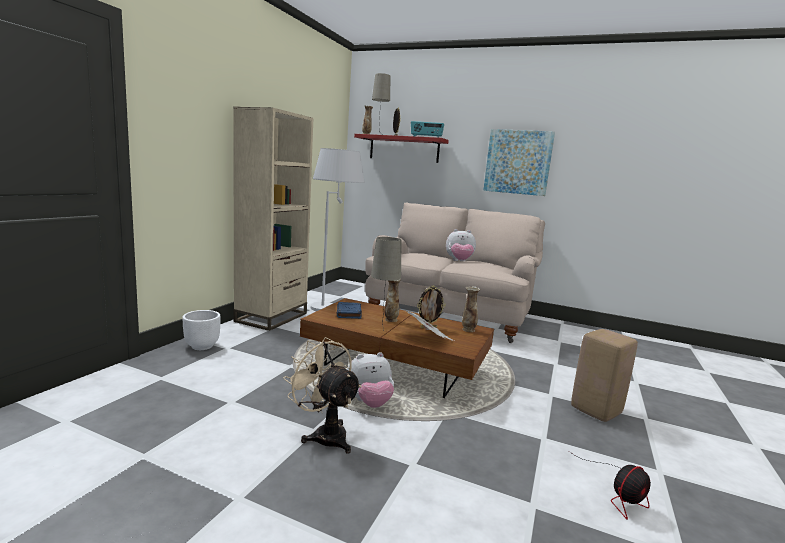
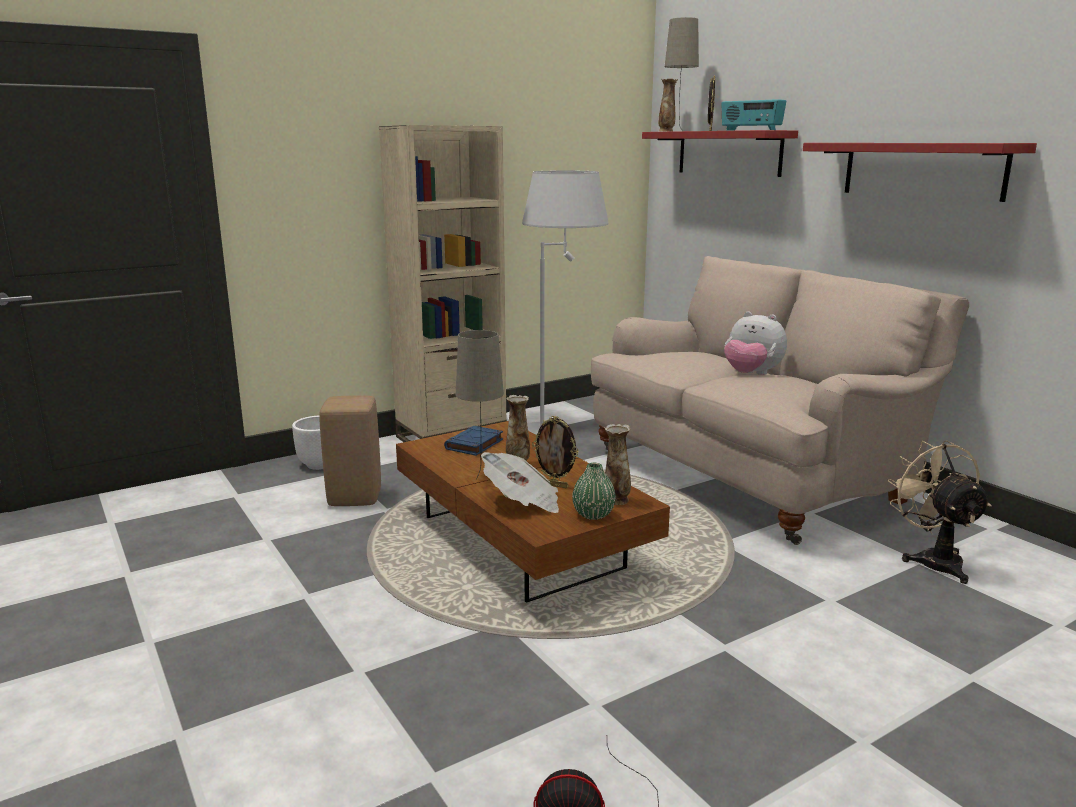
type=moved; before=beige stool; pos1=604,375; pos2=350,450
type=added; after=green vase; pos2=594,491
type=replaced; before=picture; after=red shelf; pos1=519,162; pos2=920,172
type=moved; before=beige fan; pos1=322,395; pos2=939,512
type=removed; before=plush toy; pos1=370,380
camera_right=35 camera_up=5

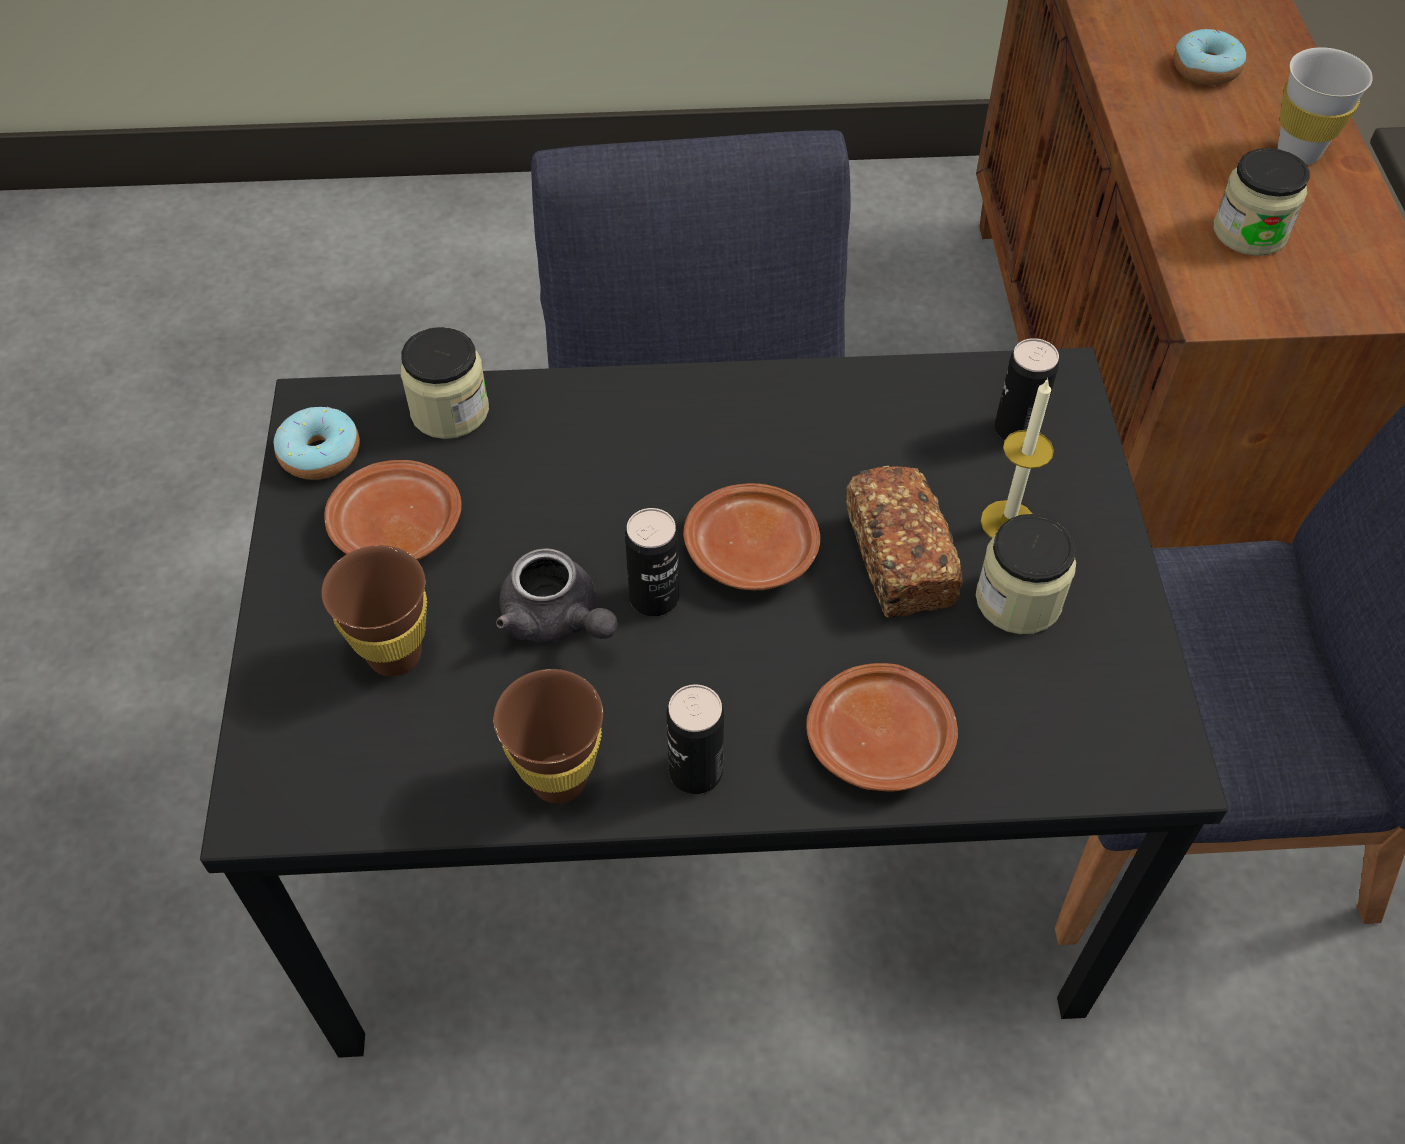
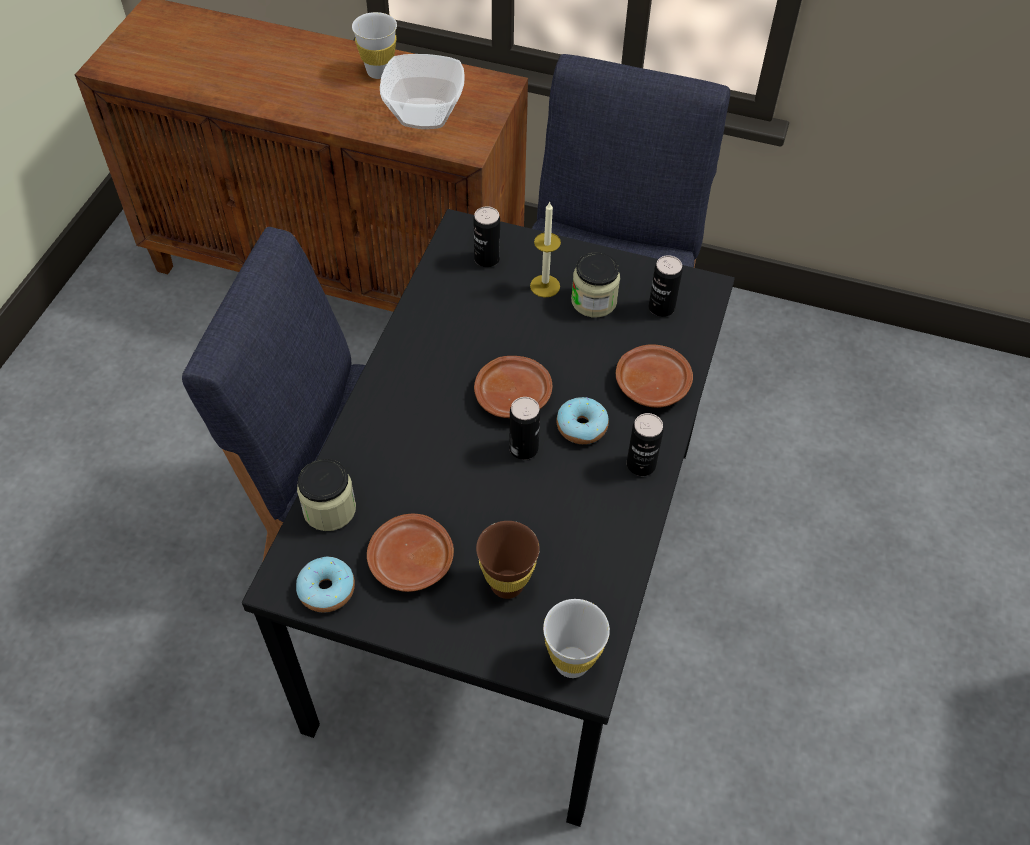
type=replaced; before=jar; after=bowl; pos1=1261,202; pos2=422,91
type=added; after=white cup; pos2=576,638
type=moved; before=donut; pos1=1210,57; pos2=582,420
type=added; after=can; pos2=666,286
type=removed; before=brown cup; pos1=548,736
type=removed; before=grey teapot; pos1=557,595
type=removed; before=bread; pos1=904,542
camera_right=-70 camera_up=0

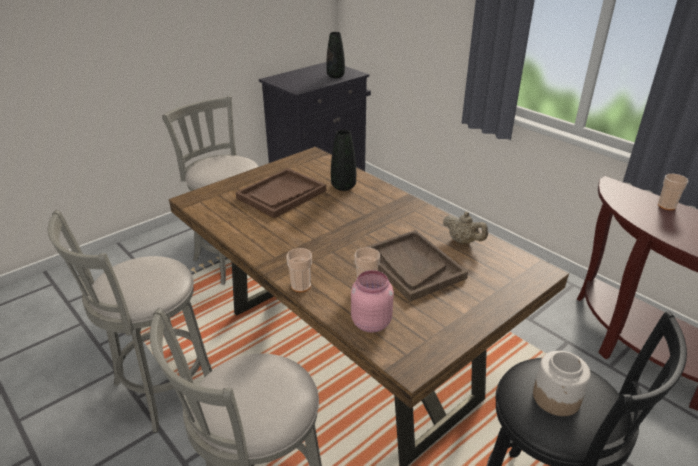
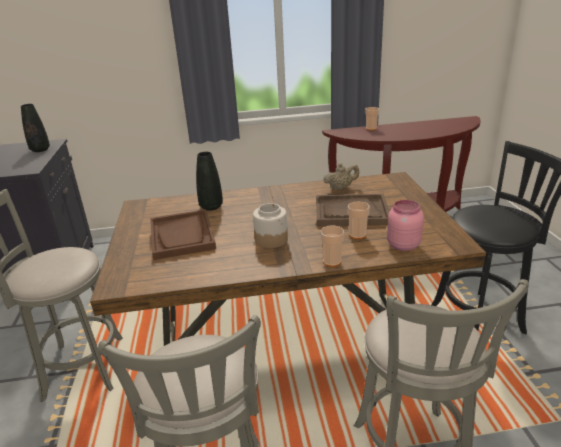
type=moved; before=jar; pos1=562,383; pos2=270,225
camera_right=-55 camera_up=-5

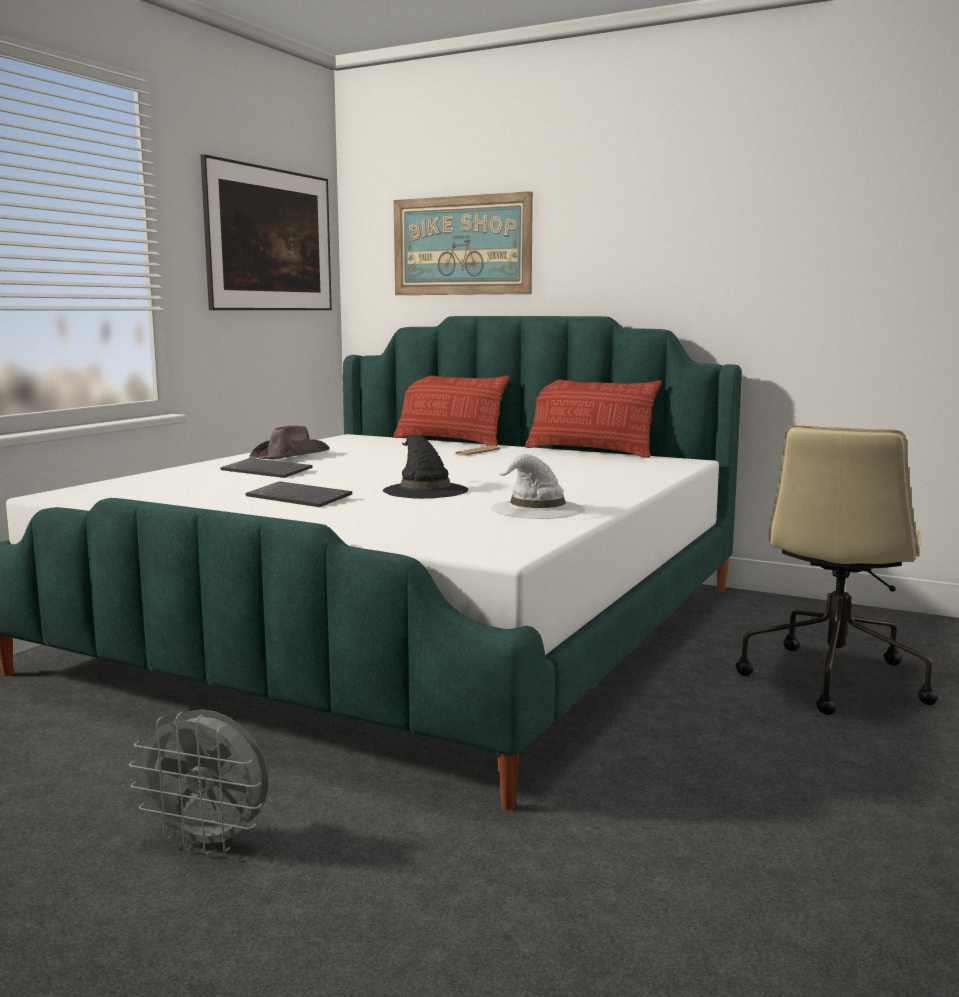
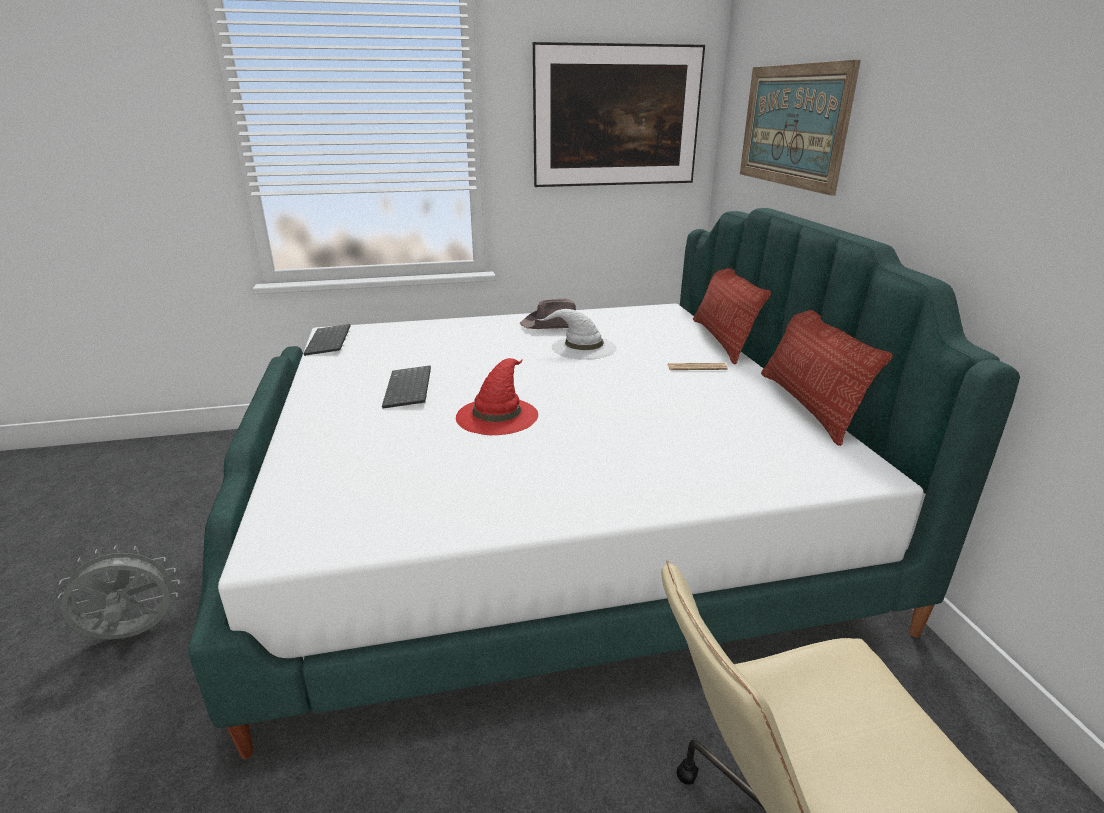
type=turned; before=grey fan; pos1=199,782; pos2=119,592; turn=90
type=moved; before=keyboard; pos1=266,468; pos2=326,340
type=recoloured; before=black hat; after=red hat; pos1=425,467; pos2=497,396
type=moved; before=white hat; pos1=538,486; pos2=576,334
camera_right=50 camera_up=15

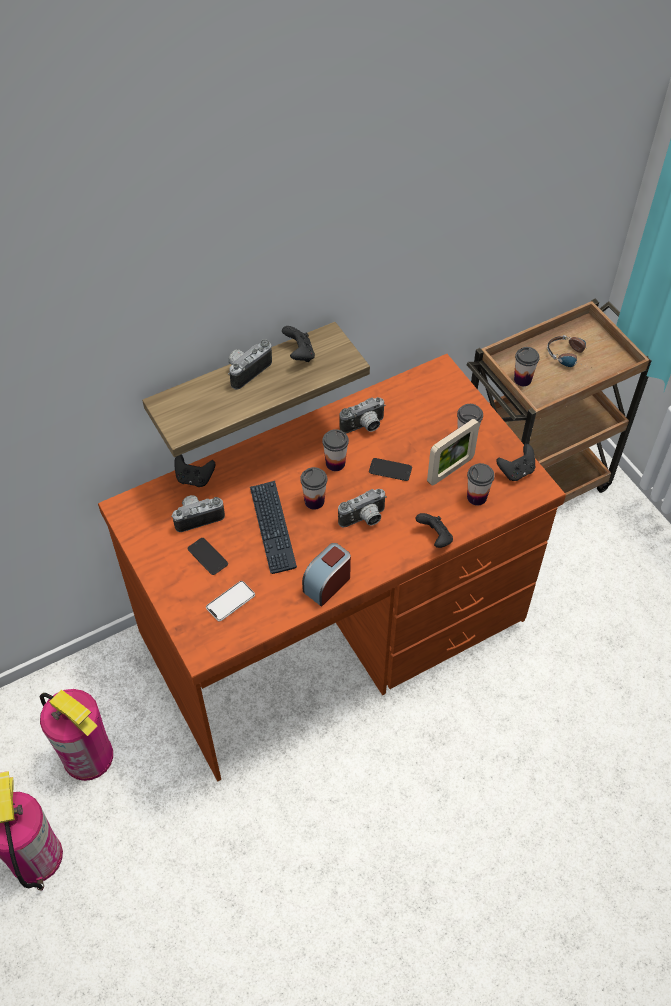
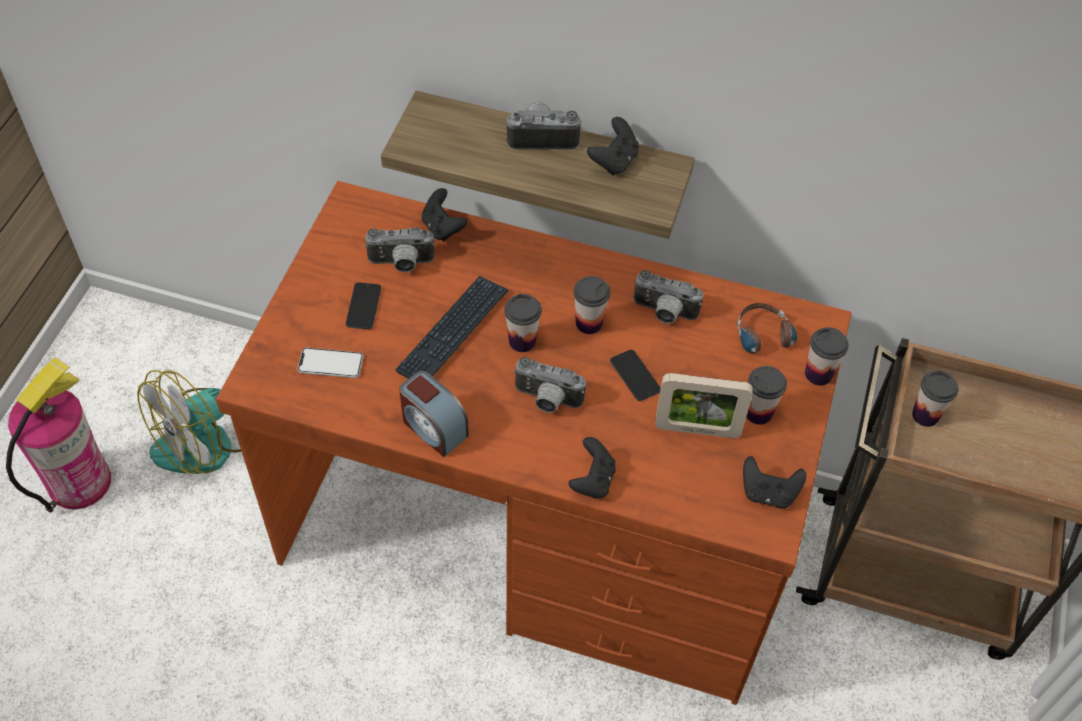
type=replaced; before=fire extinguisher; after=fan; pos1=76,735; pos2=189,422
type=turned; before=photo camera; pos1=198,513; pos2=400,250; turn=150
type=turned; before=alarm clock; pos1=326,575; pos2=434,414; turn=-135
type=moved; before=headphones; pos1=566,351; pos2=767,333
type=moved; before=cup; pos1=481,484; pos2=827,356
camera_right=45 camera_up=0

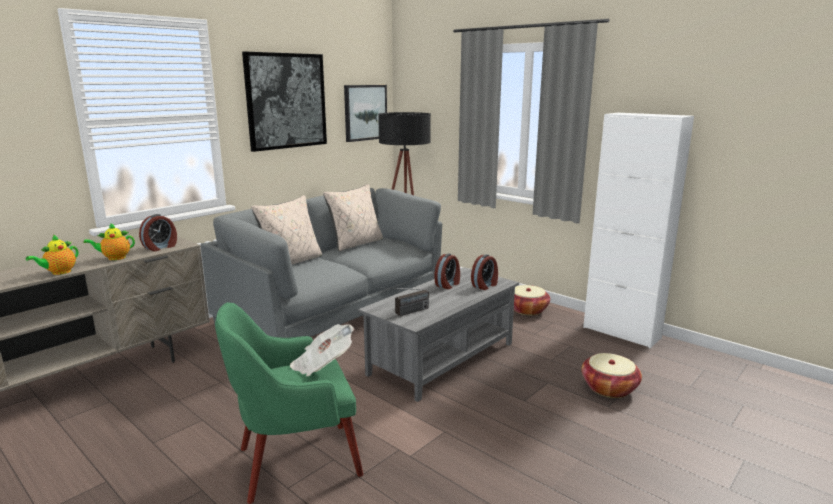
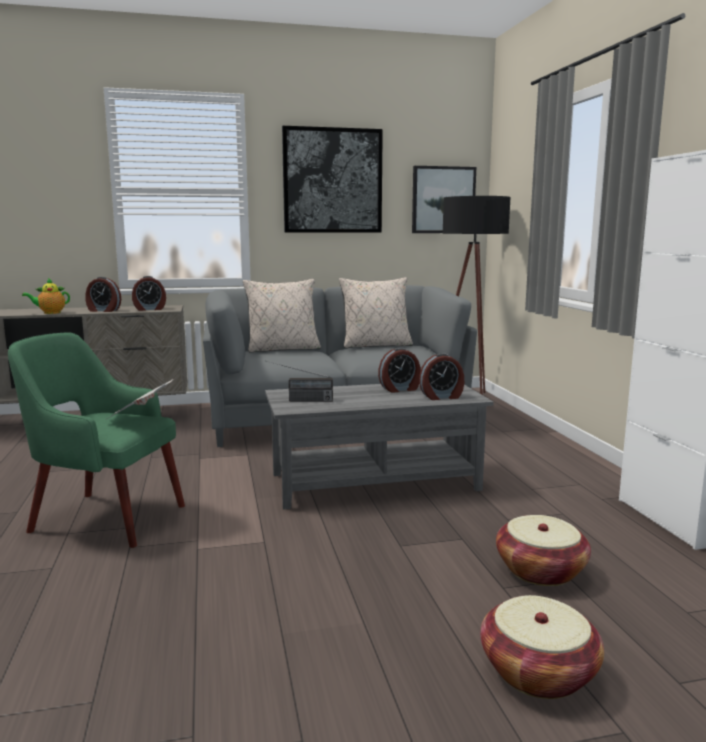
type=replaced; before=teapot; after=alarm clock; pos1=109,241; pos2=103,294
type=moved; before=basket; pos1=532,300; pos2=542,647
camera_right=35 camera_up=-5

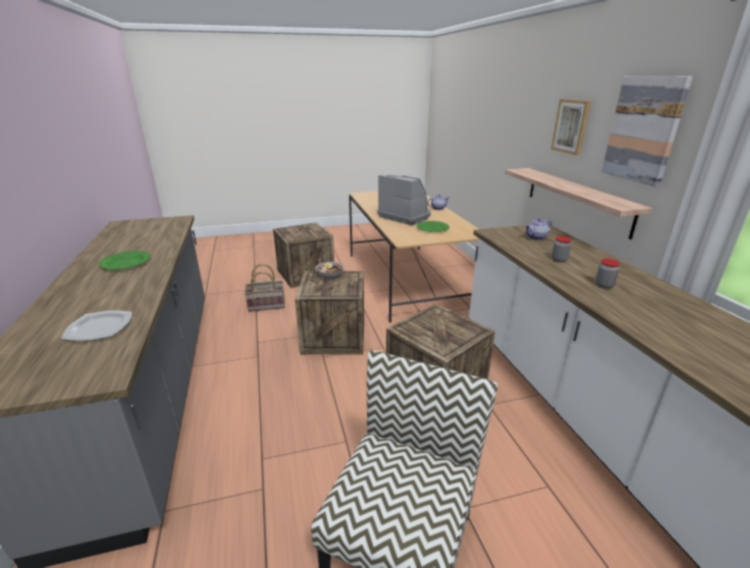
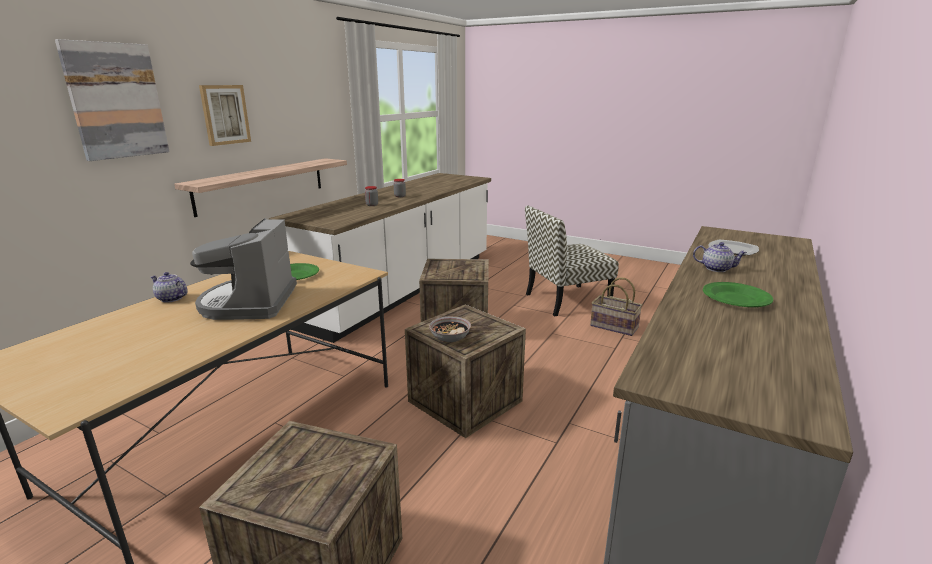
type=moved; before=picture; pos1=647,131; pos2=112,100
type=moved; before=basket; pos1=264,288; pos2=616,306
type=moved; before=teapot; pos1=538,229; pos2=720,257
camera_right=-135 camera_up=-5

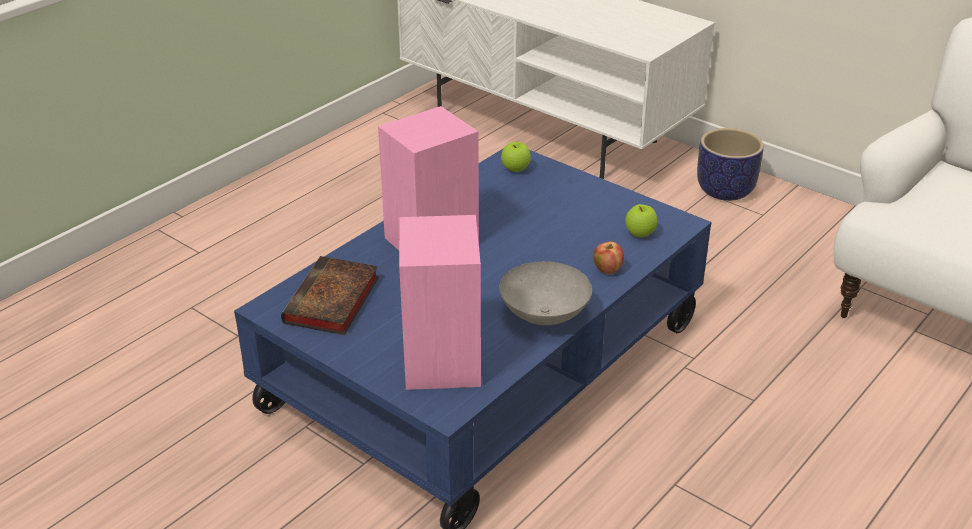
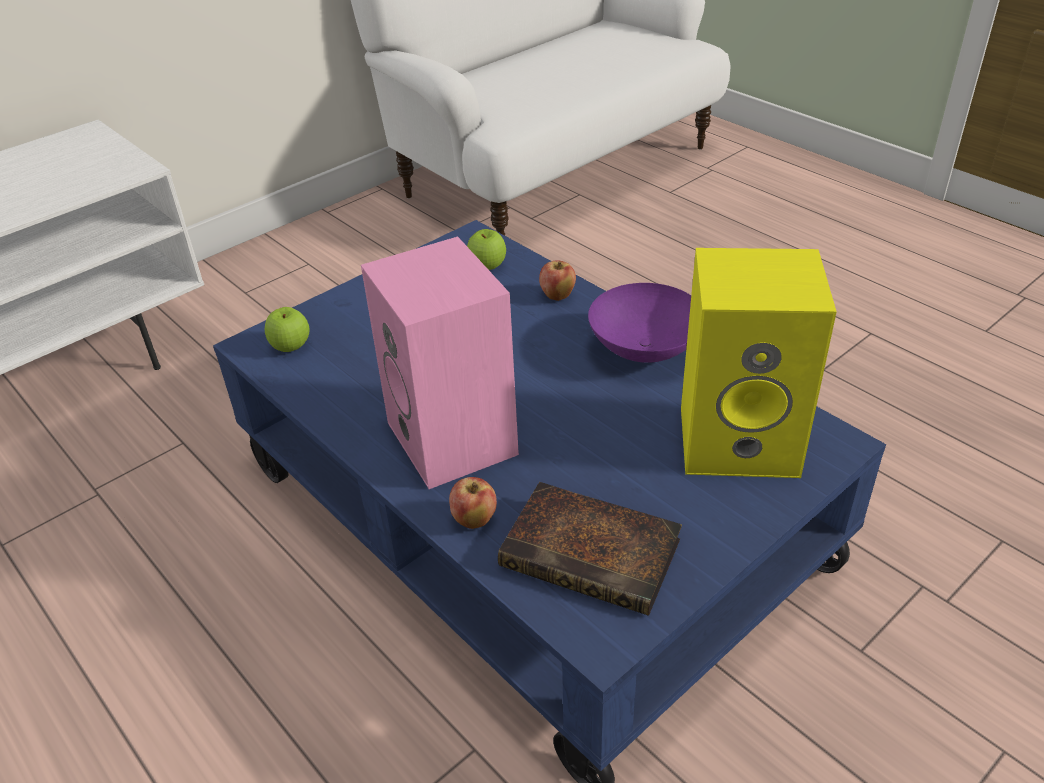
type=added; after=apple; pos2=473,503
type=recoloured; before=grey bowl; after=purple bowl; pos1=545,293; pos2=639,323
type=recoloured; before=pink speaker; after=yellow speaker; pos1=440,302; pos2=759,363
type=removed; before=planter; pos1=730,164
camera_right=-80 camera_up=5

